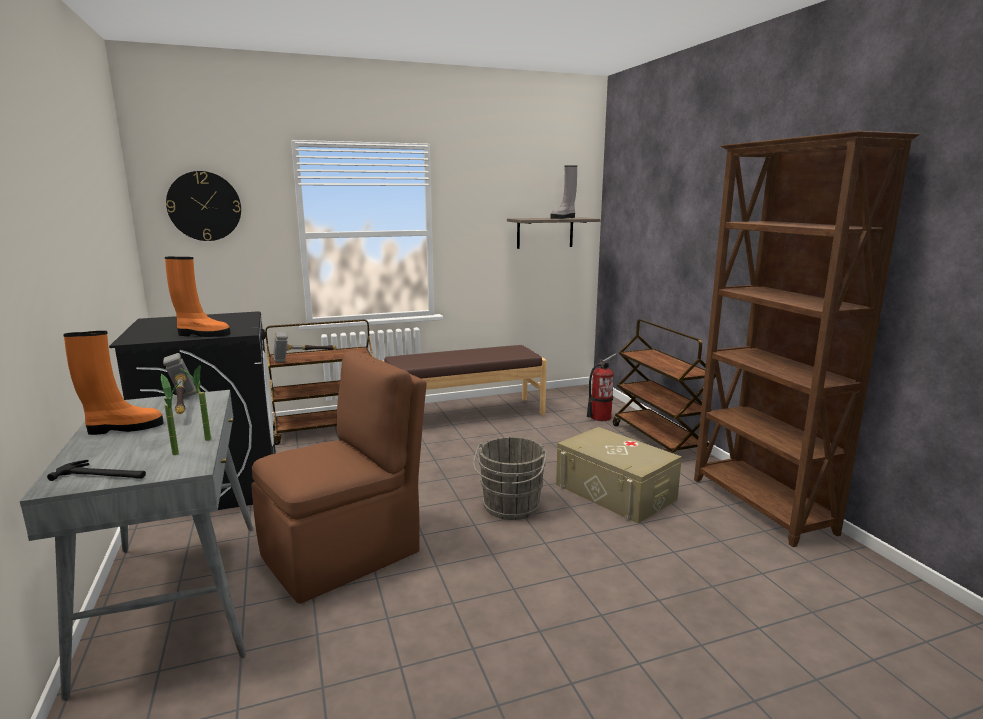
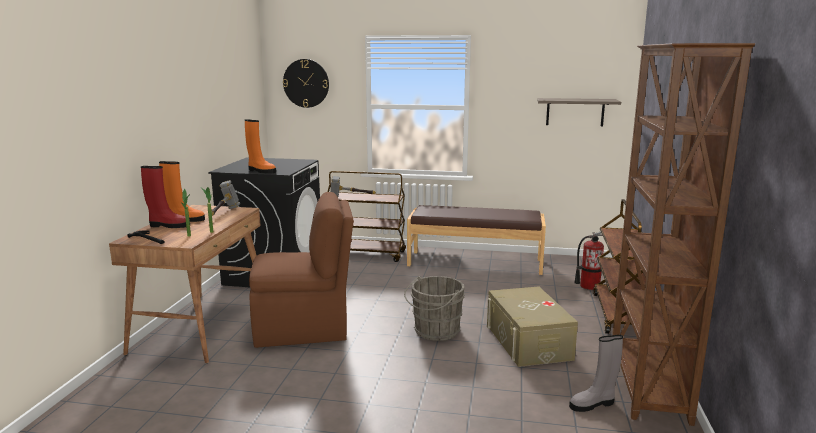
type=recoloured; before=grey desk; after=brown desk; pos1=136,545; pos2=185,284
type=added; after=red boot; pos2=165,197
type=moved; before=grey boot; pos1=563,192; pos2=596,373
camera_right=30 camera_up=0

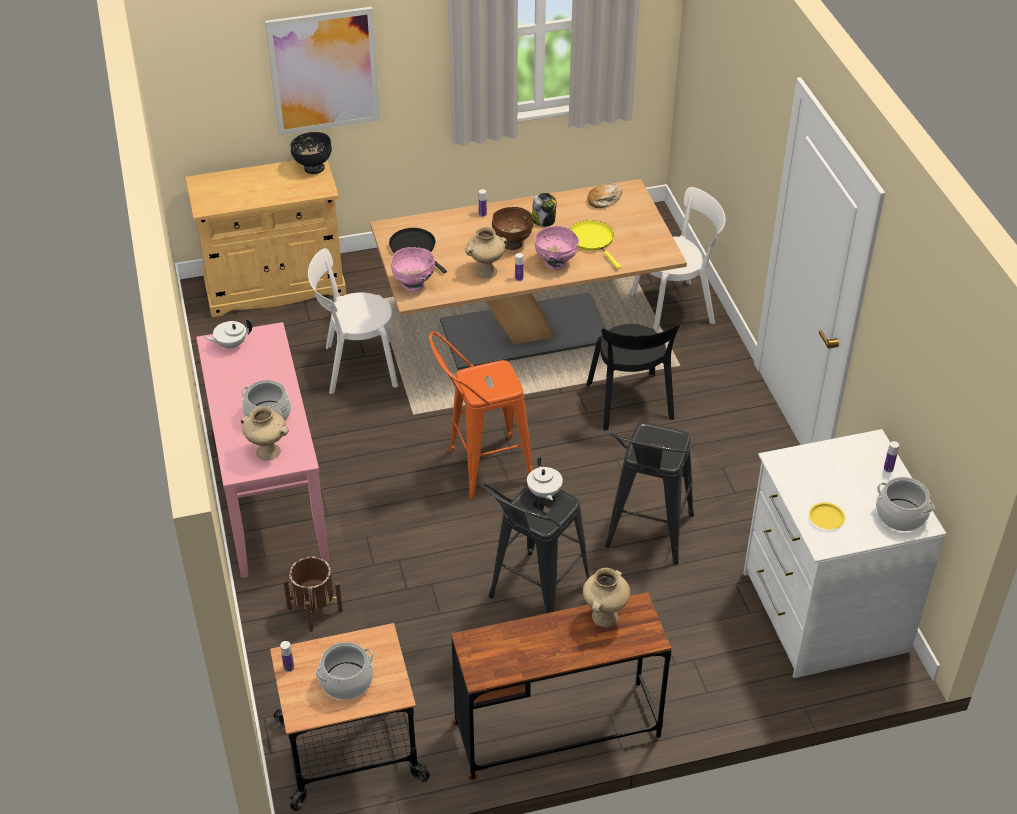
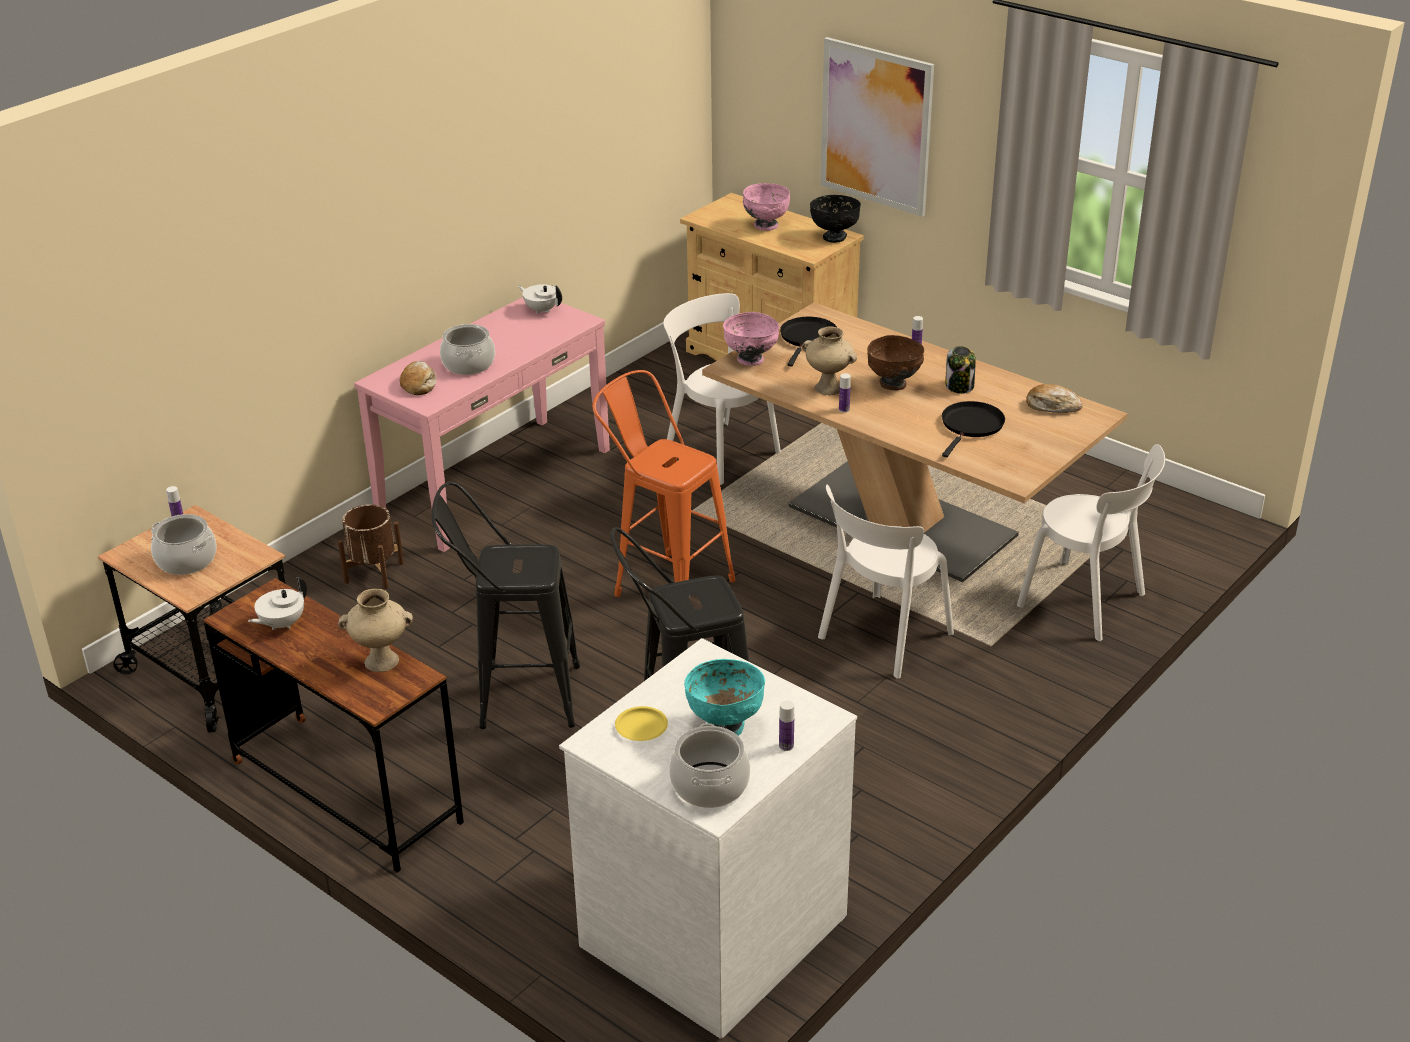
type=moved; before=white teapot; pos1=545,478; pos2=277,603
type=replaced; before=beige vase; after=bread; pos1=265,433; pos2=418,378
type=added; after=turquoise bowl; pos2=724,697
type=moved; before=pink bowl; pos1=556,248; pos2=766,207
type=recoloured; before=black chair; after=white chair; pos1=636,373; pos2=886,582
type=recoloured; before=yellow frying pan; after=black frying pan; pos1=595,244; pos2=973,429
camera_right=55 camera_up=-10

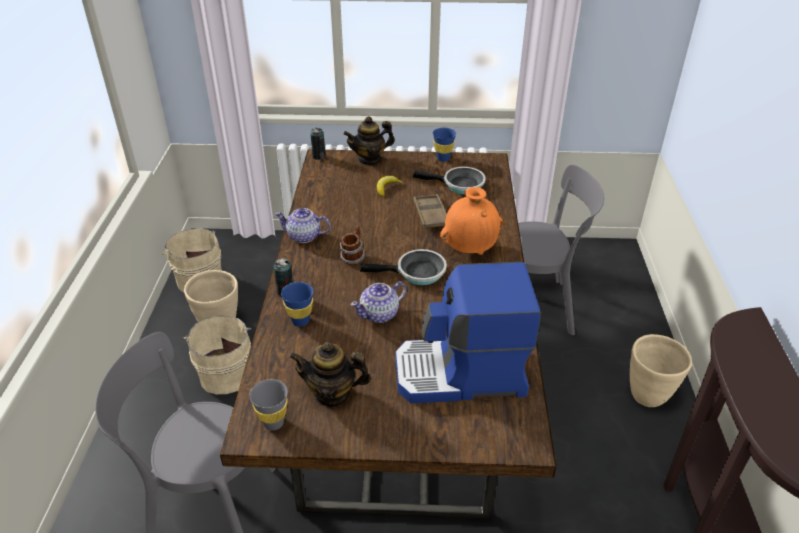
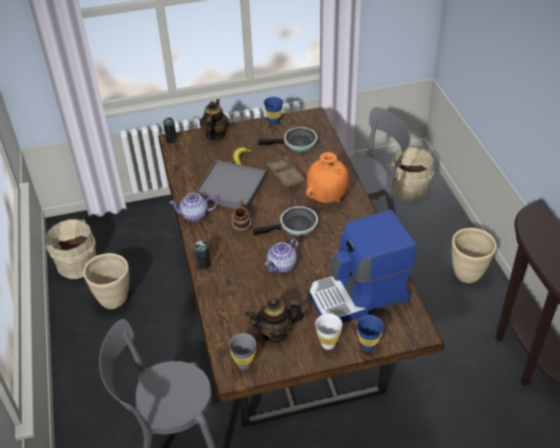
type=added; after=grey tray; pos2=231,185
type=turned; before=teapot; pos1=369,141; pos2=214,119; turn=135
type=added; after=white cup; pos2=328,332
type=moved; before=blue cup; pos1=297,304; pos2=370,333
type=moved; before=beige bucket; pos1=217,355; pos2=410,174
camera_right=-15 camera_up=5

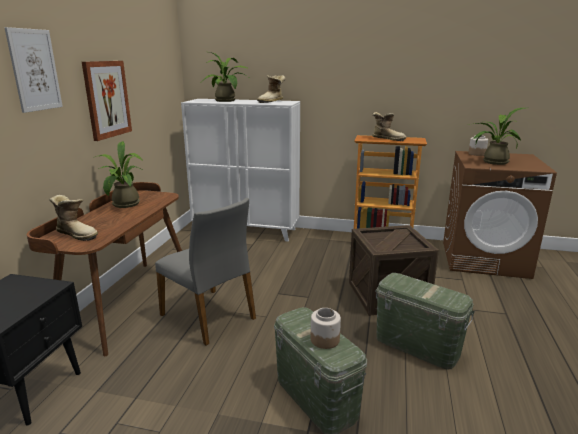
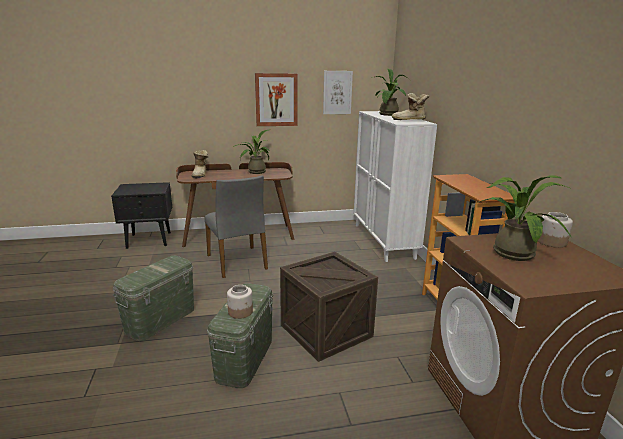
type=turned; before=grey chair; pos1=205,272; pos2=236,226; turn=-45
type=moved; before=jar; pos1=326,328; pos2=240,302
type=moved; before=picture; pos1=33,70; pos2=338,92
type=removed; before=boot; pos1=389,126
camera_right=65 camera_up=0

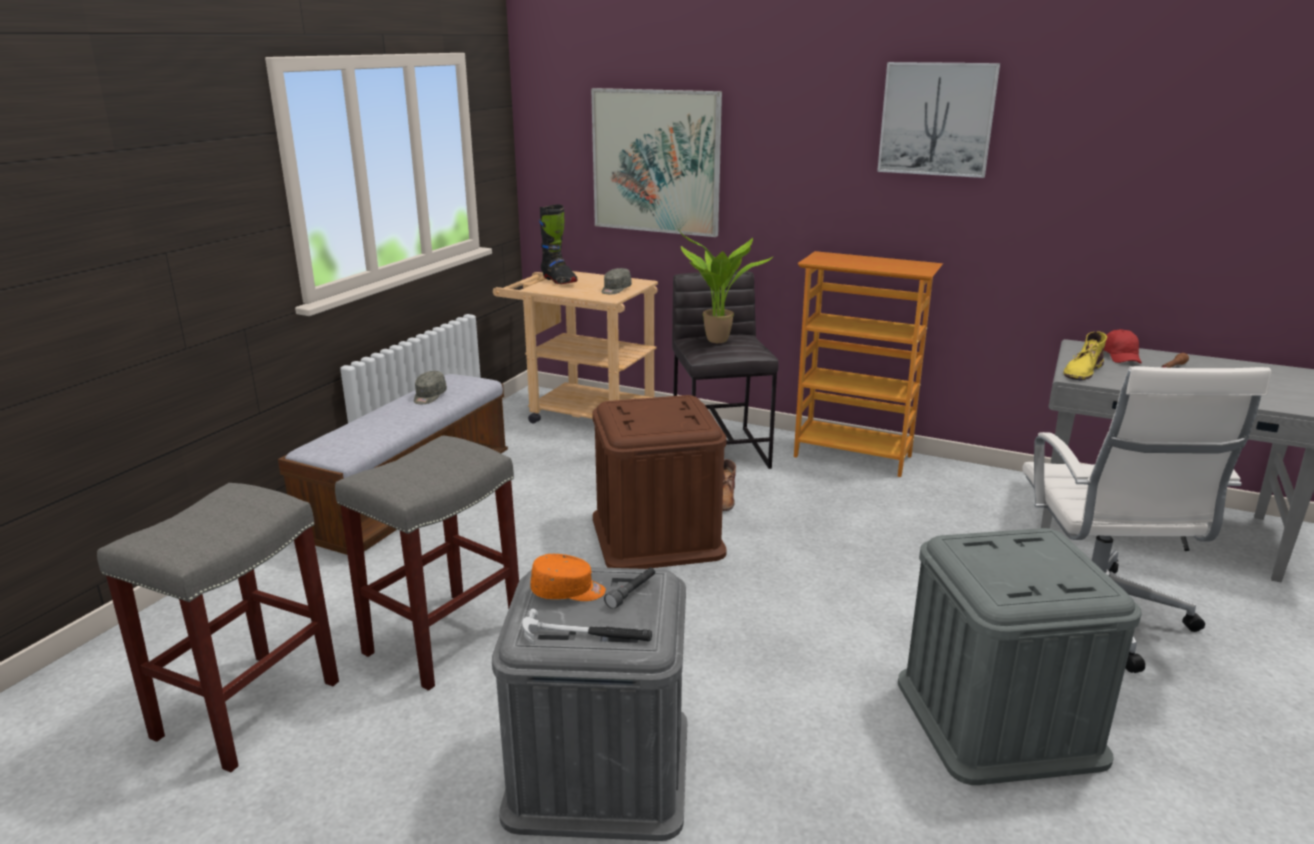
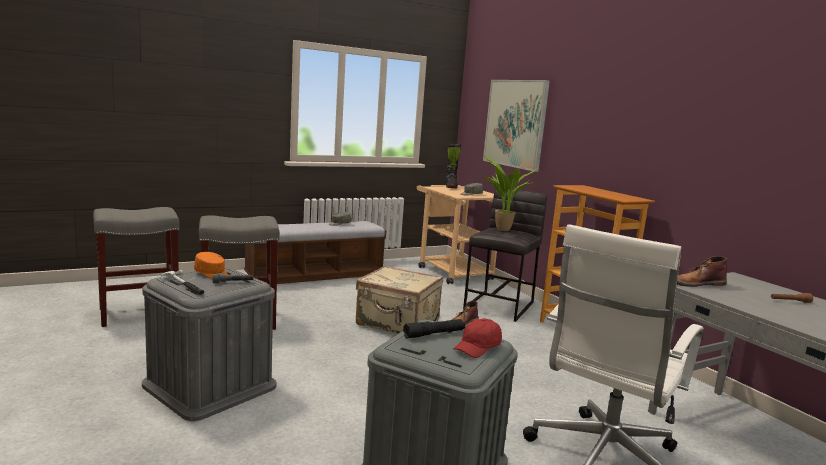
type=replaced; before=brown storage box; after=beige suitcase; pos1=659,482; pos2=399,299
type=added; after=black flashlight; pos2=434,328
type=moved; before=red cap; pos1=1123,346; pos2=477,338
type=recoloured; before=yellow boot; after=brown boot; pos1=1085,356; pos2=702,271
type=removed; before=picture; pos1=938,120
camera_right=35 camera_up=-10

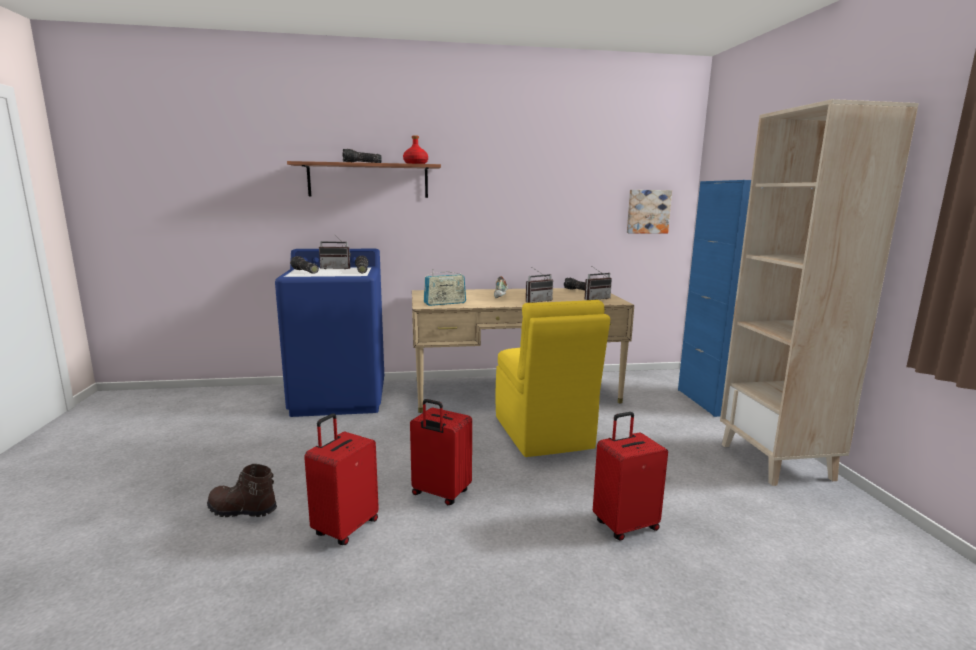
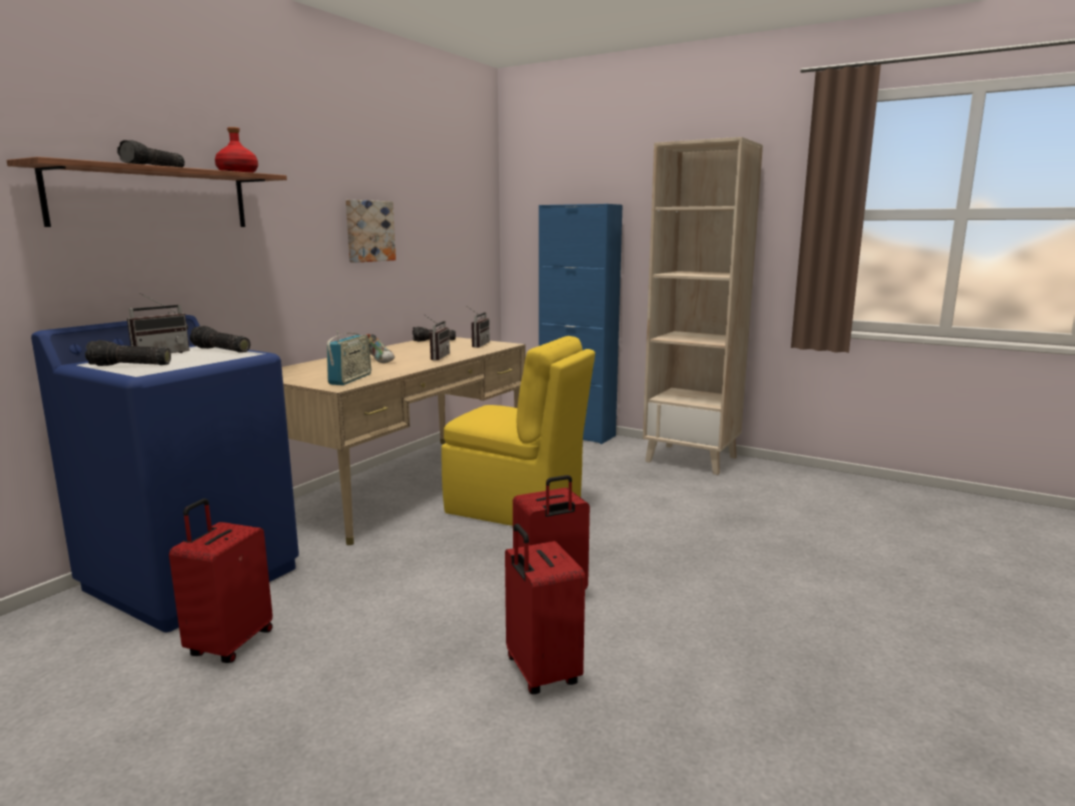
type=moved; before=red suitcase; pos1=630,476; pos2=221,580
type=moved; before=picture; pos1=649,211; pos2=371,231
type=removed; before=brown boot; pos1=242,490
camera_right=-50 camera_up=0

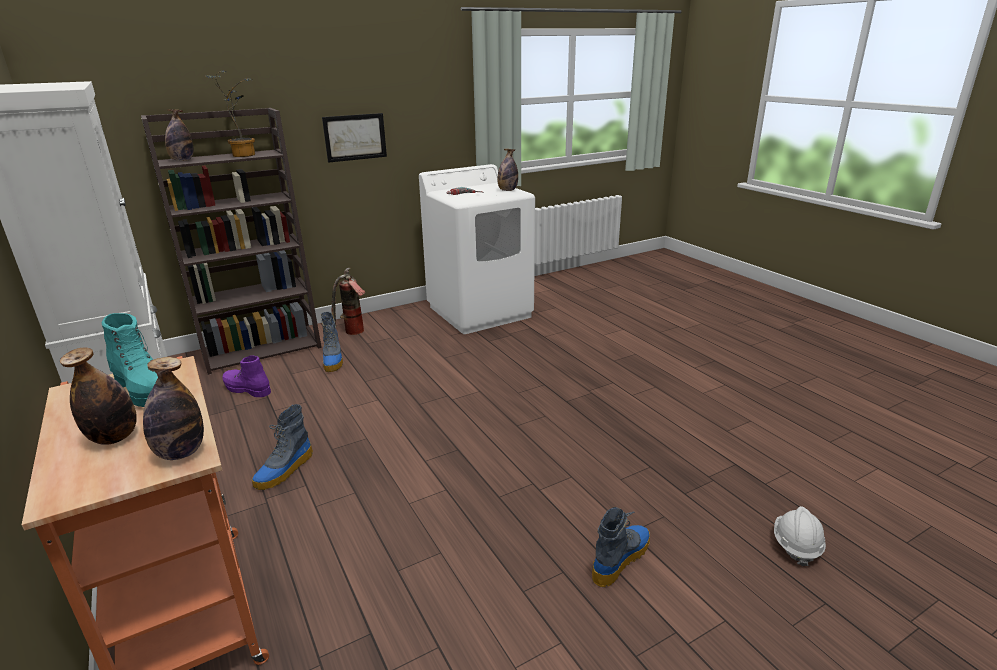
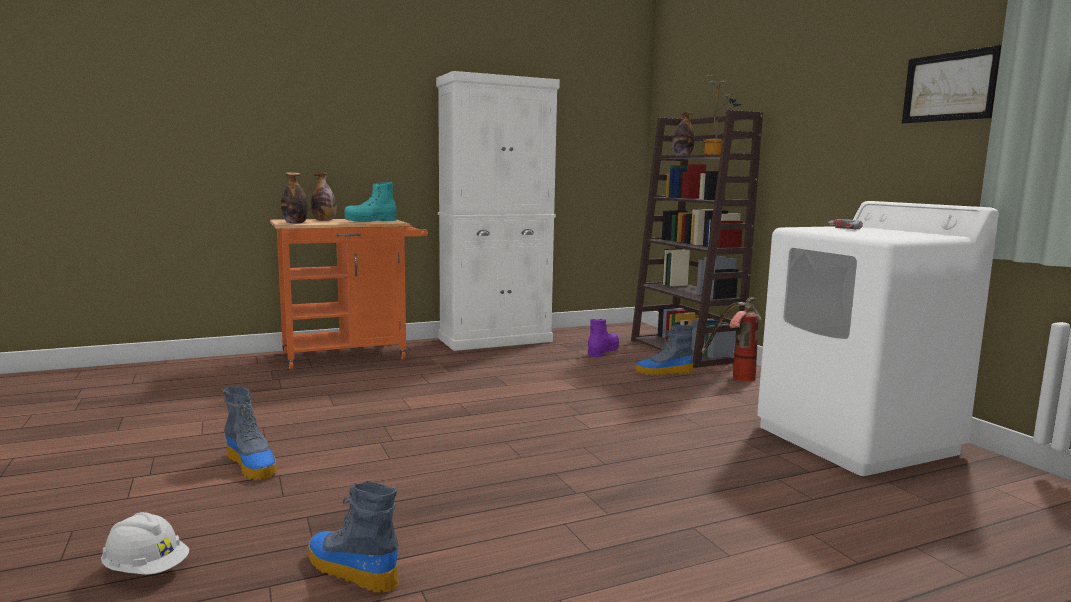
type=moved; before=boot; pos1=282,447; pos2=353,537
type=moved; before=picture; pos1=354,138; pos2=951,84
type=removed; before=bottle; pos1=507,170
camera_right=95 camera_up=-15

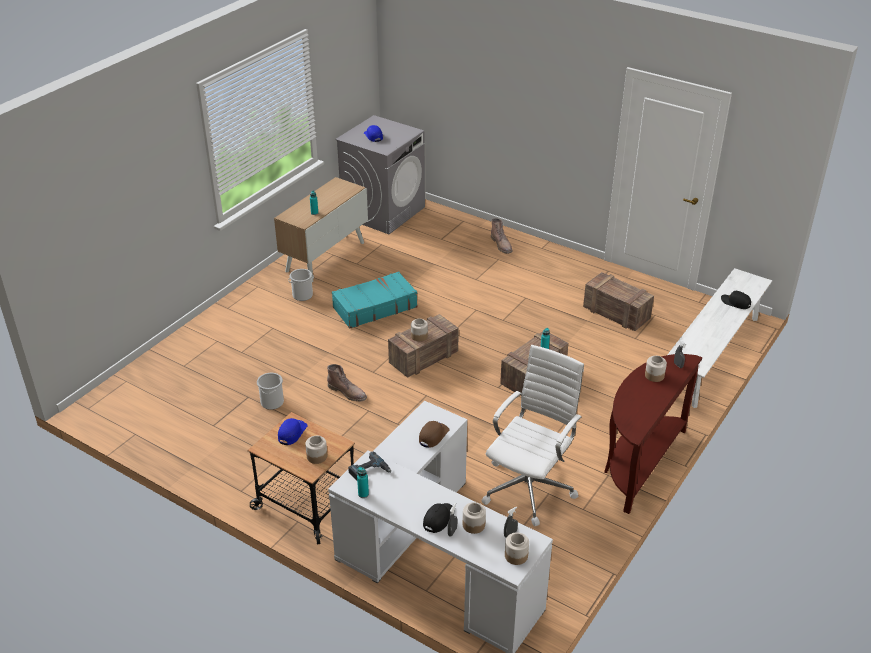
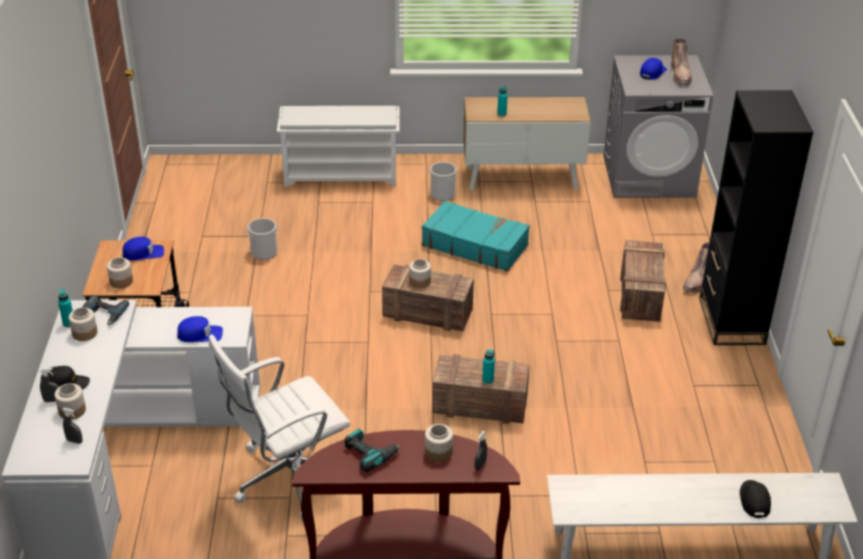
type=moved; before=jar; pos1=517,548; pos2=83,324
type=recoloured; before=brown cap; after=blue cap; pos1=434,434; pos2=200,329
type=turned; before=white office chair; pos1=533,435; pos2=279,427; turn=150
type=added; after=white shoe rack; pos2=338,146
type=added; after=power drill; pos2=373,450
type=moved; before=crate; pos1=618,301; pos2=643,281
type=moved; before=brown boot; pos1=347,382; pos2=681,61
type=added; after=black bookcase; pos2=756,217
camera_right=55 camera_up=0

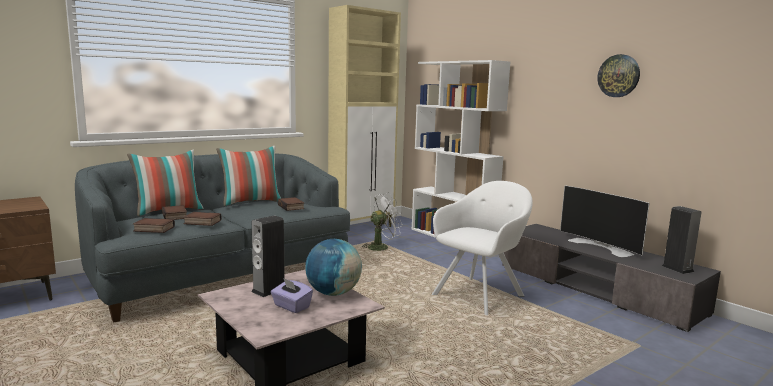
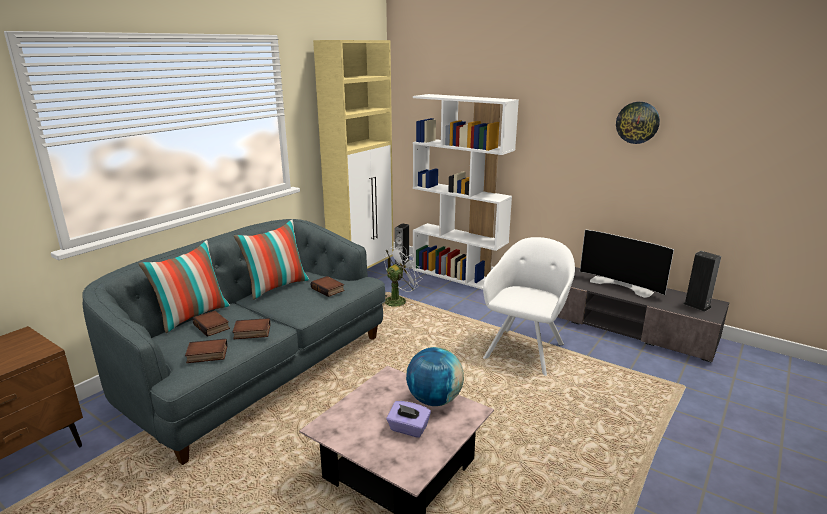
type=moved; before=speaker; pos1=268,256; pos2=402,244
camera_right=-15 camera_up=10

